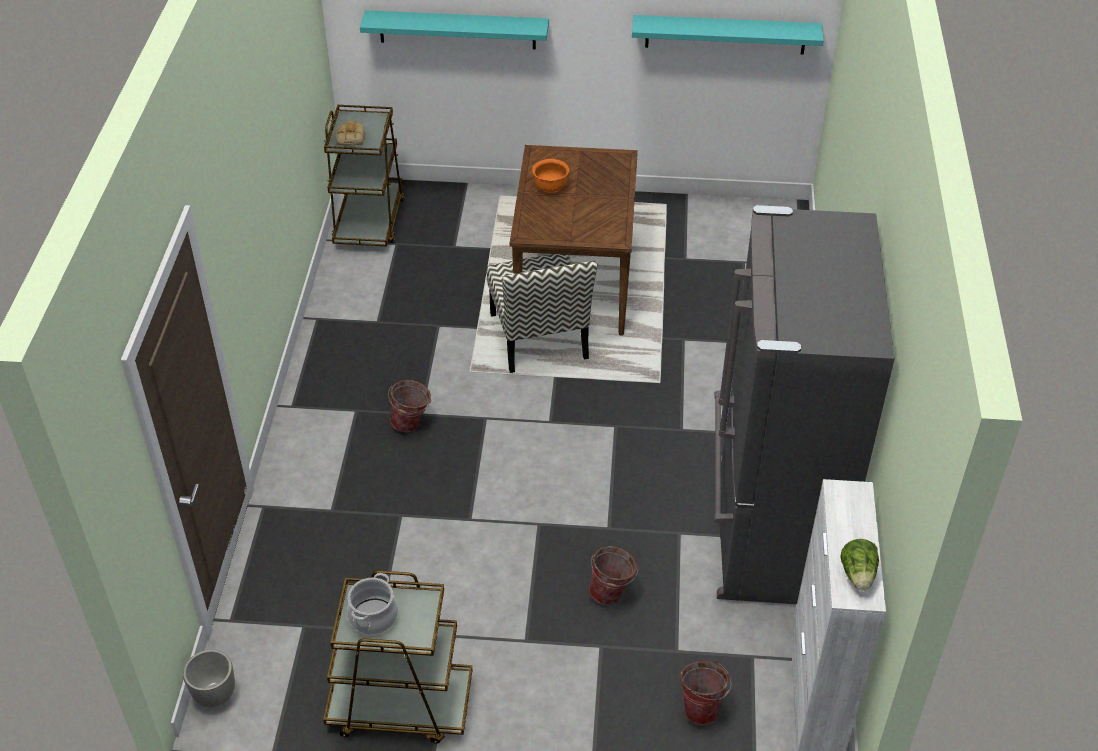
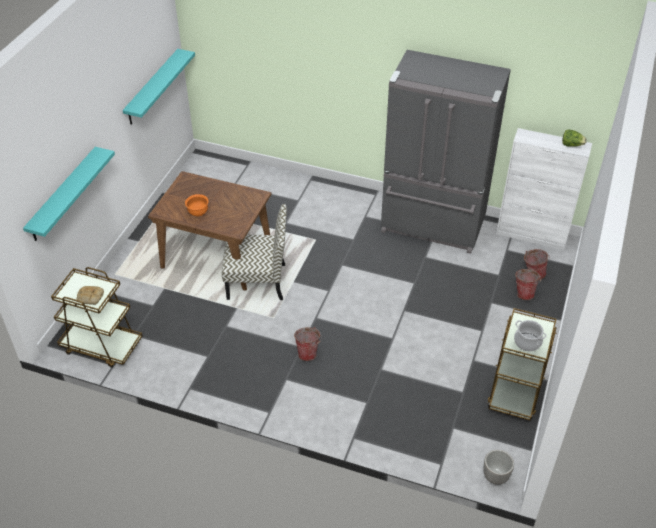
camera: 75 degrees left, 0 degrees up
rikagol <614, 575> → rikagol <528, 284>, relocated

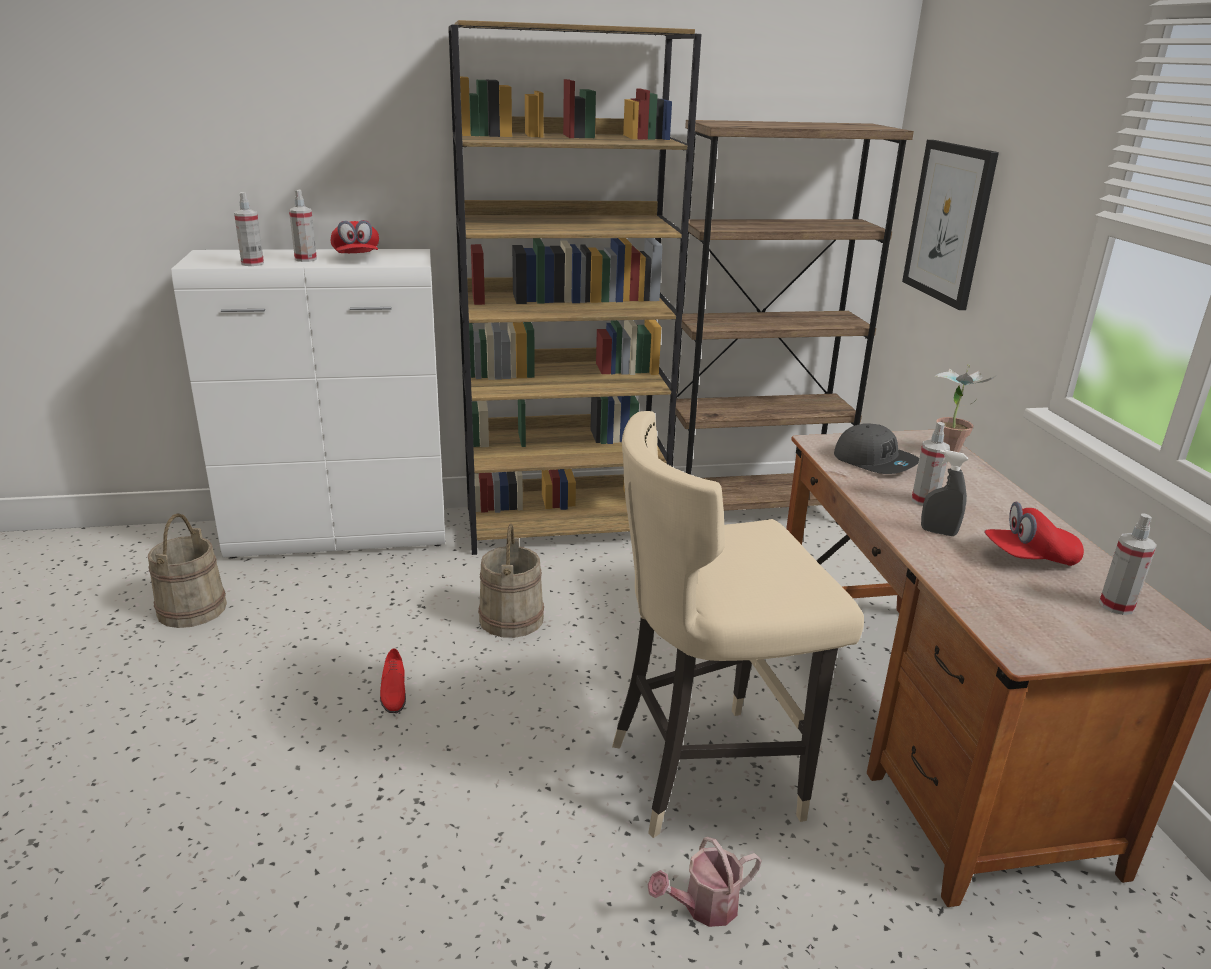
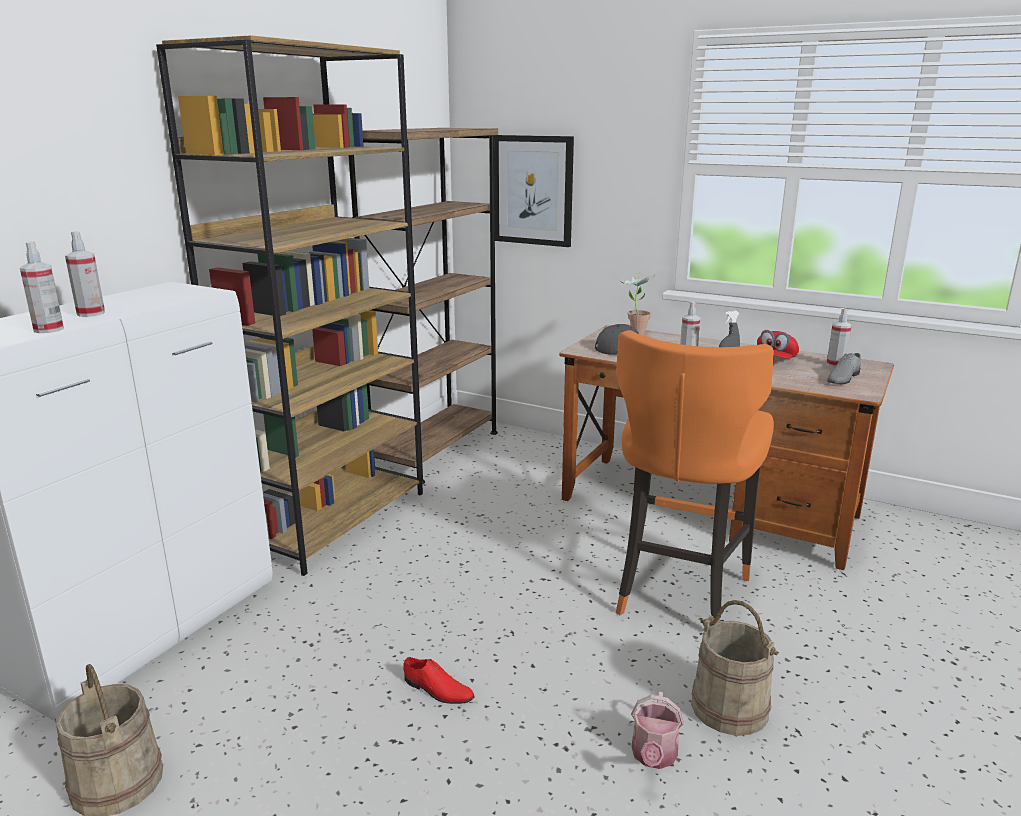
camera: 50 degrees left, 5 degrees down
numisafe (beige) <738, 624> → numisafe (orange) <695, 476>
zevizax <705, 882> → zevizax <657, 730>, relocated
rikagol (beige) <511, 581> → rikagol (beige) <735, 668>, relocated
- → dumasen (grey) <844, 368>
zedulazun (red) <355, 236> → -

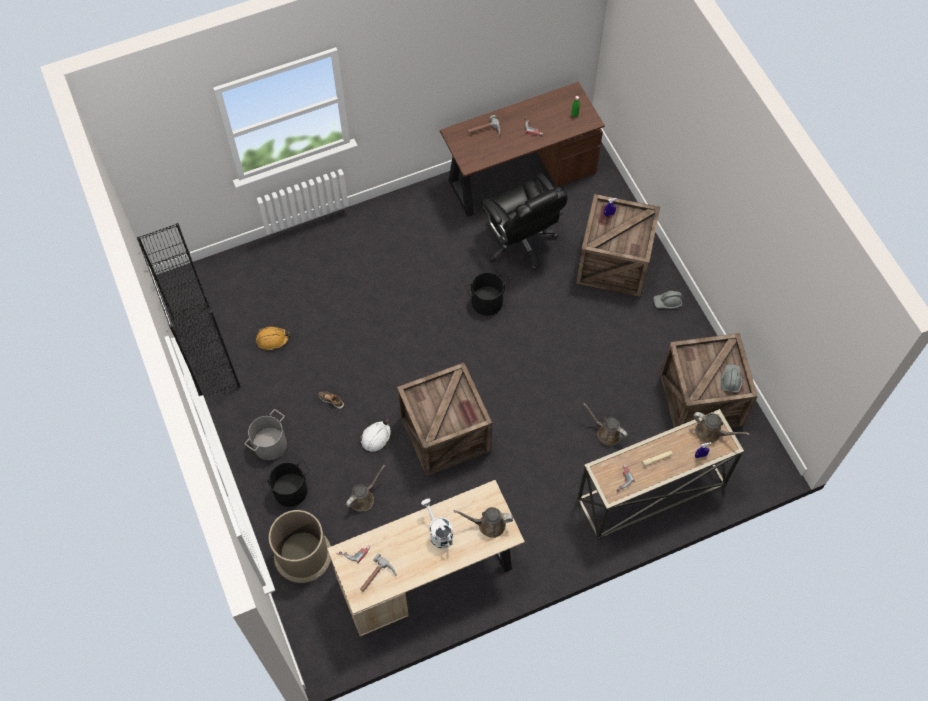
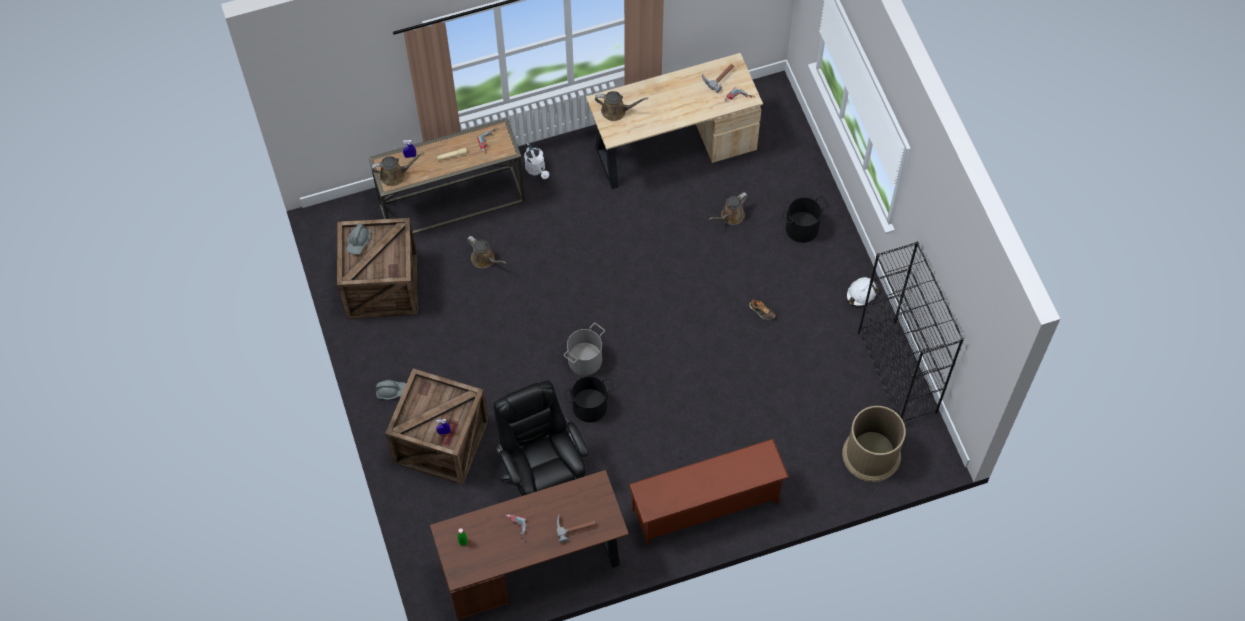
camera: 175 degrees left, 0 degrees up
zevizax (brown) <721, 427> → zevizax (brown) <397, 169>, 135 degrees clockwise
zevizax (white) <437, 523> → zevizax (white) <536, 160>, relocated
rikagol (grey) <266, 434> → rikagol (grey) <584, 349>, relocated
- → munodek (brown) <708, 492>
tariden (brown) <300, 546> → tariden (brown) <874, 444>, relocated
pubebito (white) <375, 435> → pubebito (white) <862, 292>, relocated
pubebito (orange) <273, 339> → -
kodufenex <444, 419> → -

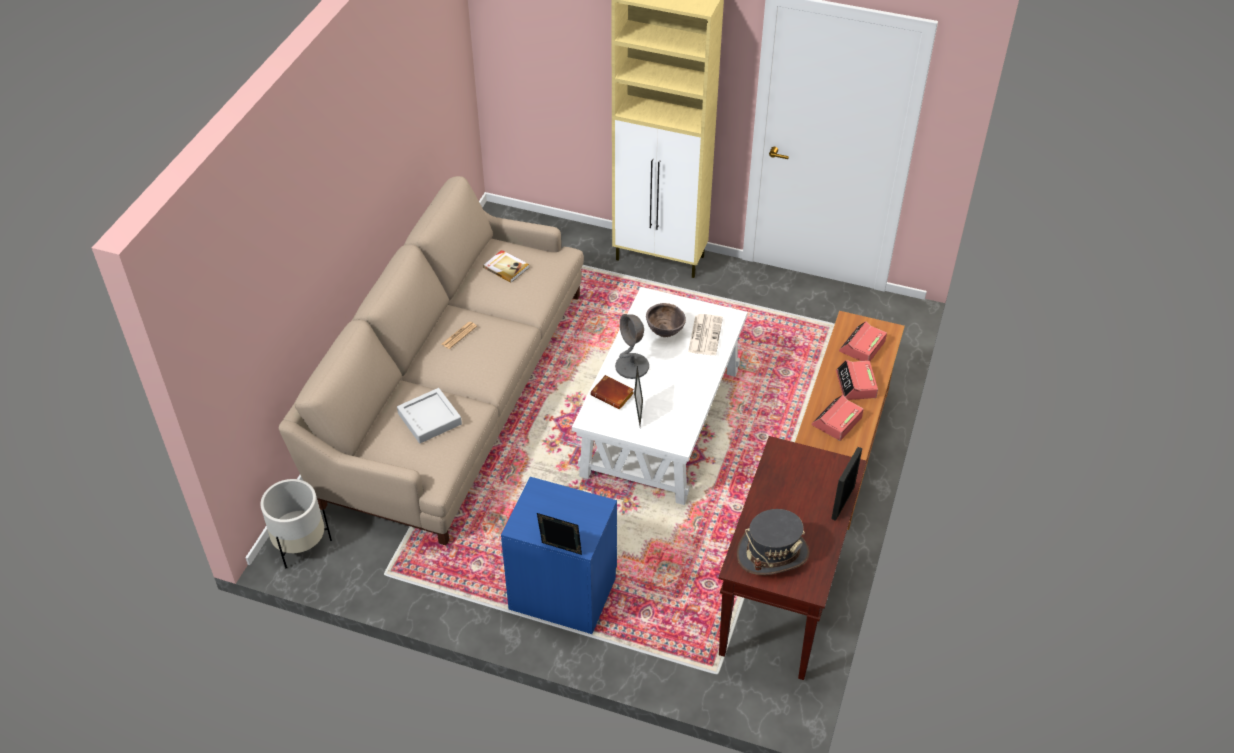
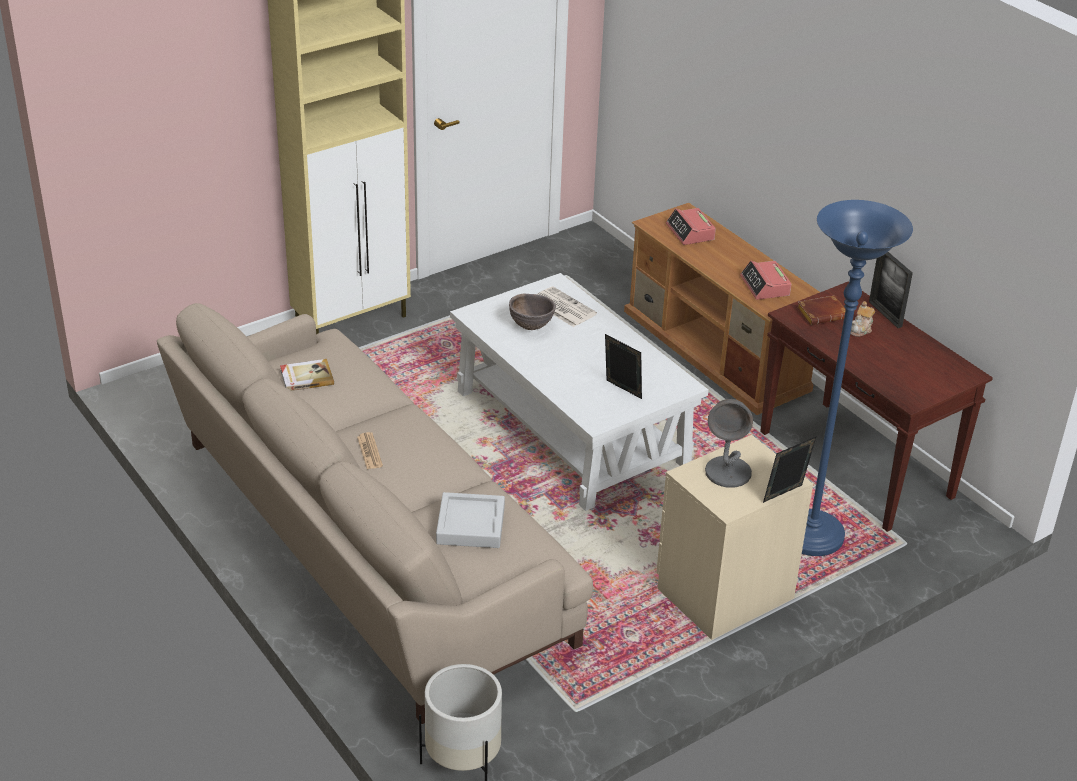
camera: 55 degrees left, 10 degrees down
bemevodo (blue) <559, 555> → bemevodo (beige) <734, 537>
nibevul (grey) <632, 346> → nibevul (grey) <729, 443>, relocated
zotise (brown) <612, 392> → zotise (brown) <821, 310>, relocated
- → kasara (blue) <857, 378>
- → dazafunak <862, 319>
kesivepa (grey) <773, 542> → -
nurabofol <857, 380> → -

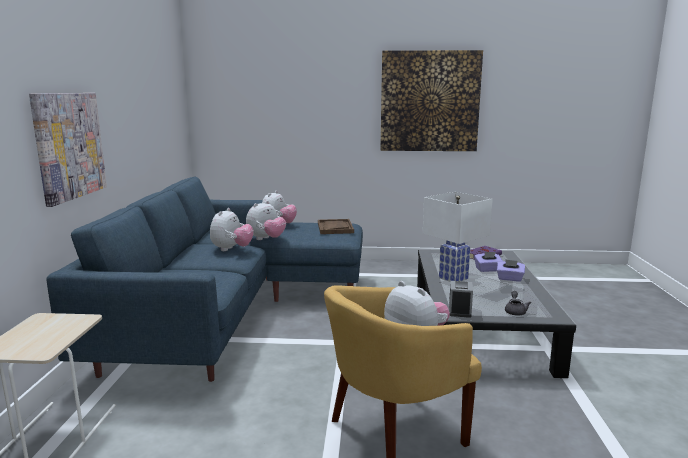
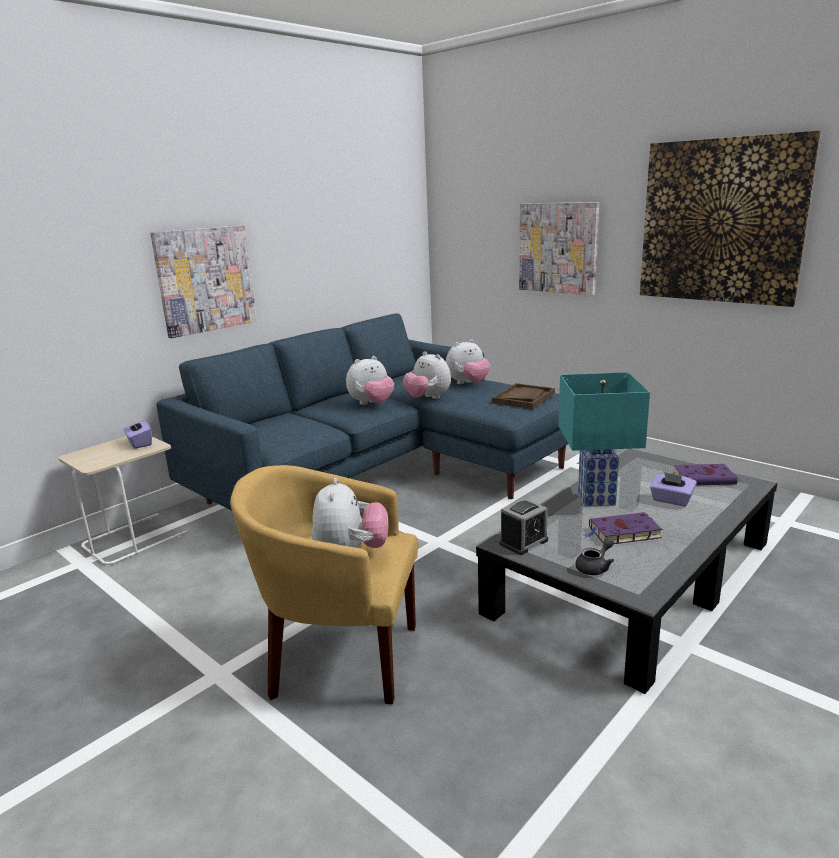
camera: 40 degrees right, 5 degrees up
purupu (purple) <511, 270> → purupu (purple) <138, 434>, relocated
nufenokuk <266, 220> → nufenokuk <427, 375>, 60 degrees clockwise
- → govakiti <559, 248>
nibevul (white) <458, 237> → nibevul (turquoise) <604, 439>
- → zotise (purple) <623, 528>

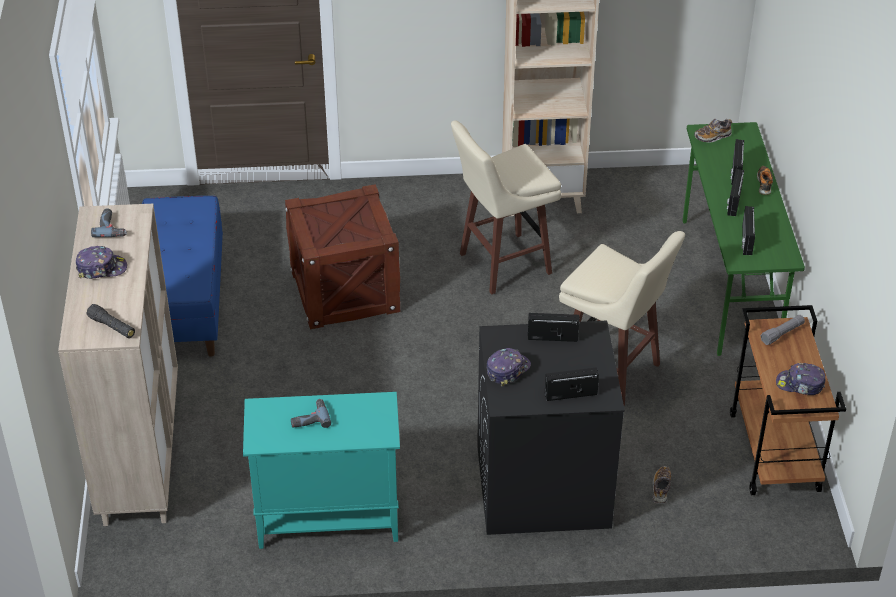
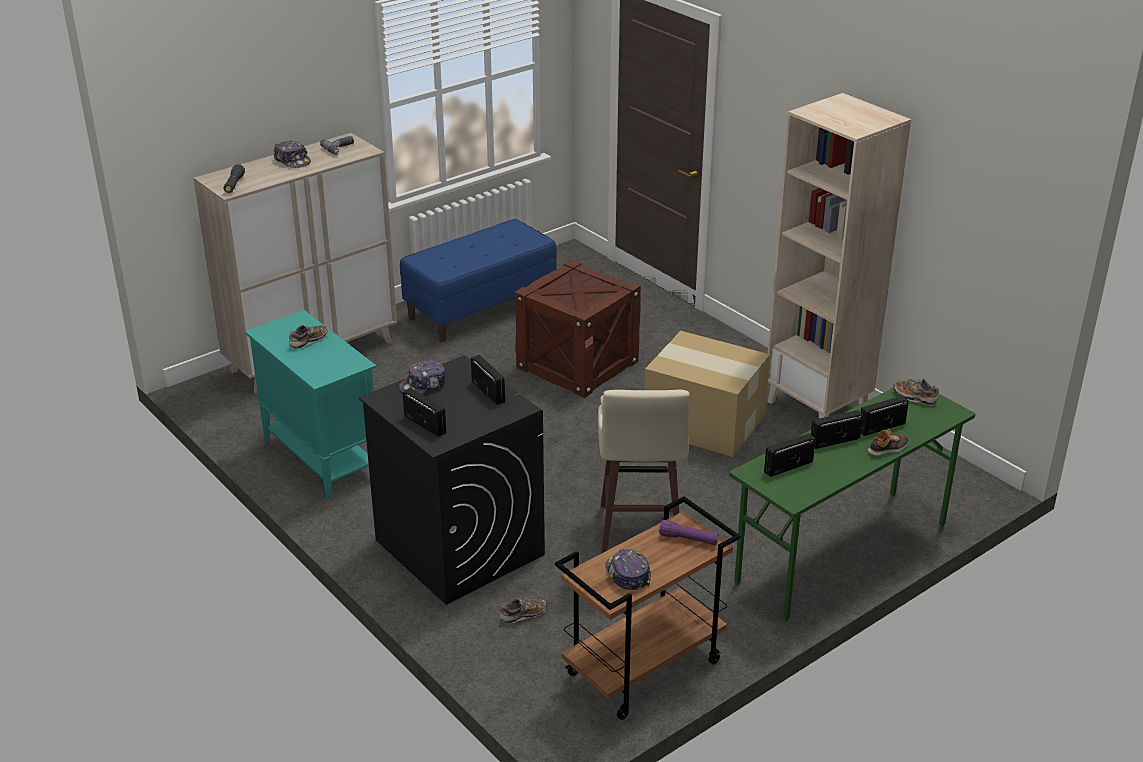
camera: 55 degrees right, 10 degrees down
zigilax <311, 413> → dumasen <308, 337>
zedulazun <509, 367> → zedulazun <422, 377>, 135 degrees clockwise
numisafe (beige) <506, 207> → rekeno <707, 394>
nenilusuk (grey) <783, 330> → nenilusuk (purple) <689, 532>

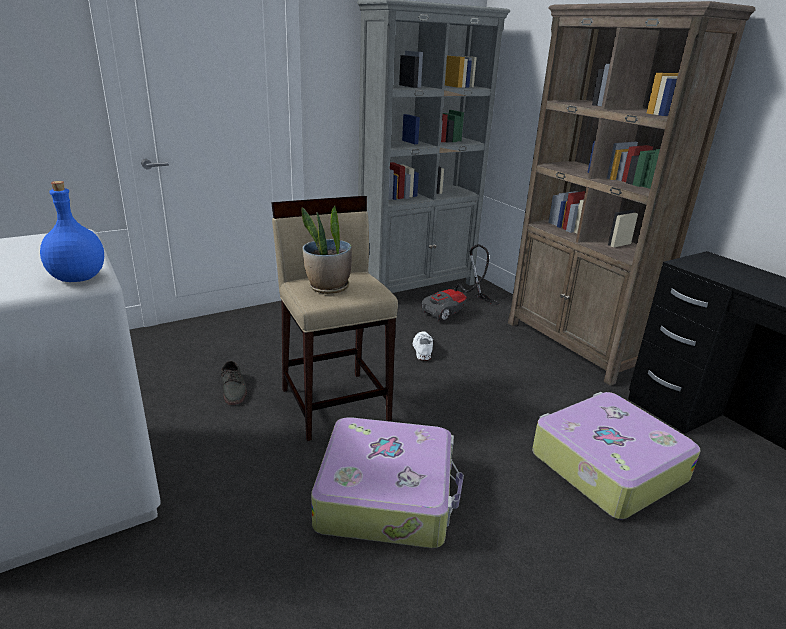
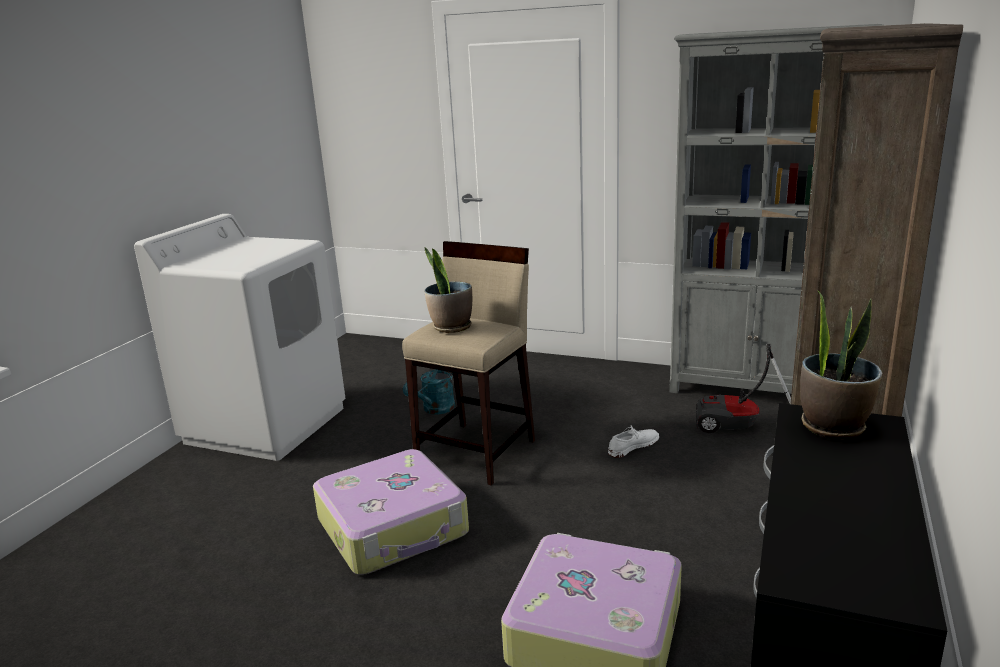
camera: 55 degrees right, 5 degrees down
dumasen (grey) <234, 383> → zevizax (turquoise) <429, 391>
- → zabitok <841, 365>
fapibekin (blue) <72, 231> → -

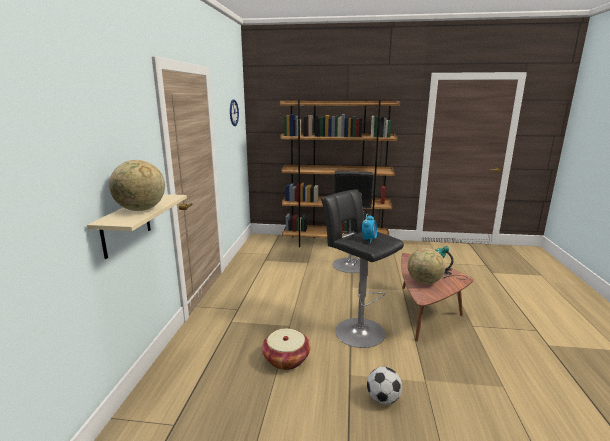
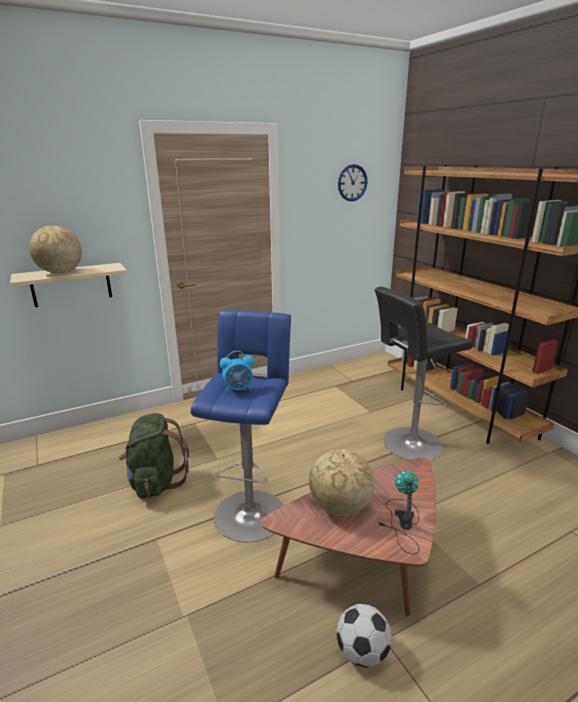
camera: 55 degrees right, 5 degrees up
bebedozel <286, 349> → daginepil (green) <154, 456>
numisafe (black) <362, 268> → numisafe (blue) <241, 426>
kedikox <384, 385> → kedikox <364, 635>, relocated

